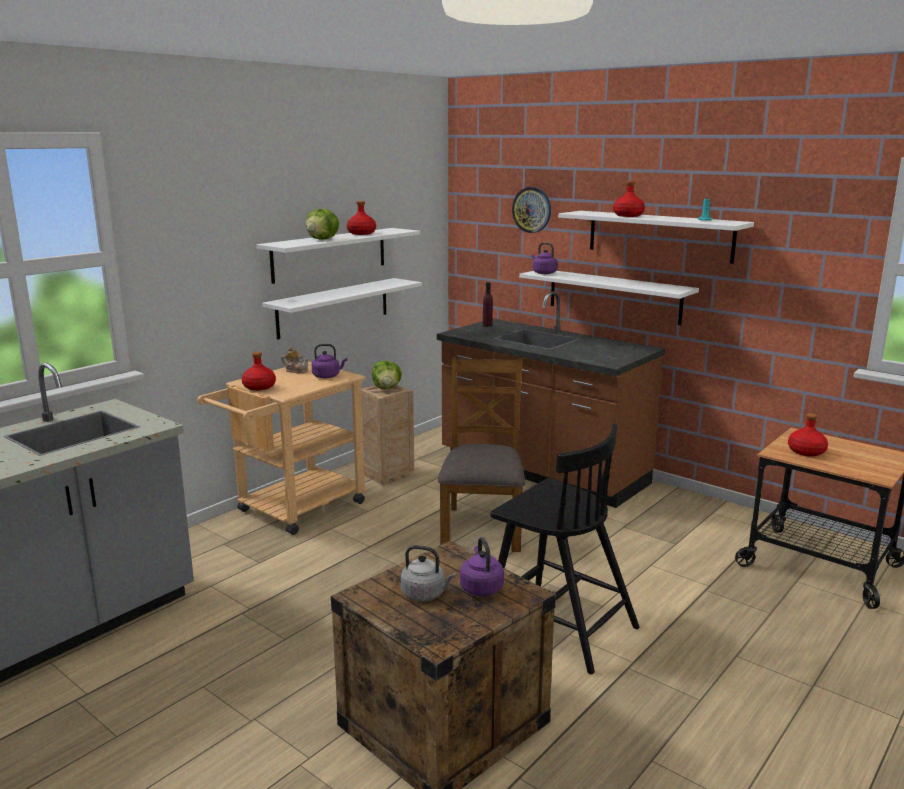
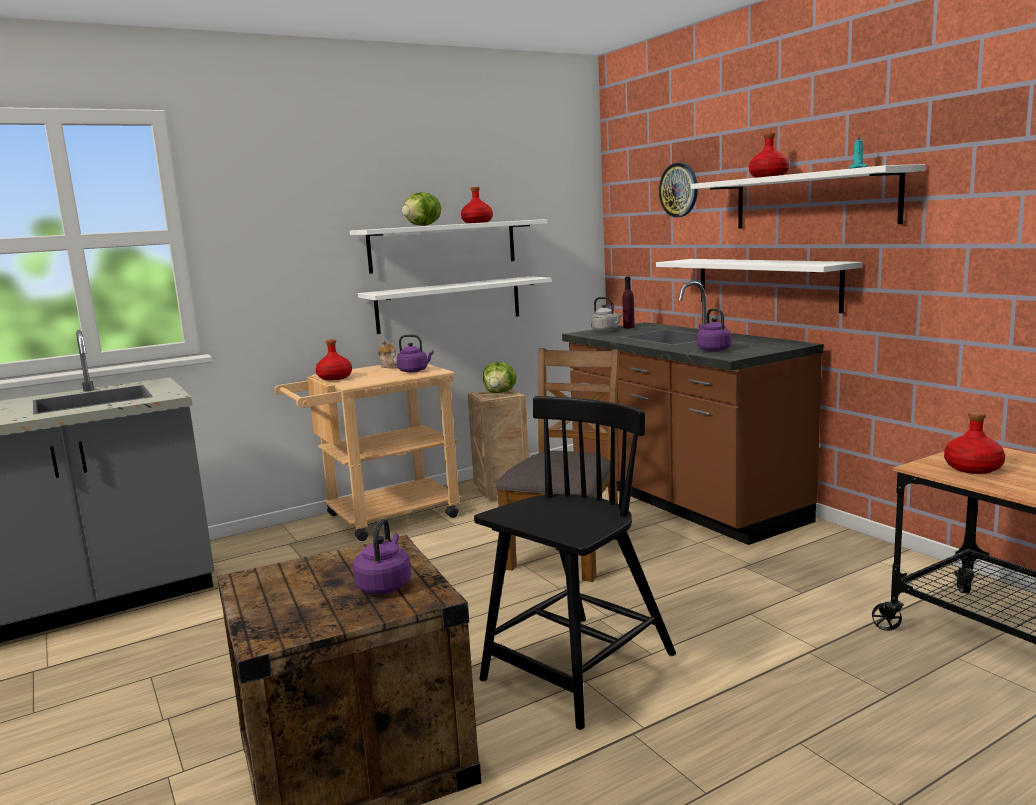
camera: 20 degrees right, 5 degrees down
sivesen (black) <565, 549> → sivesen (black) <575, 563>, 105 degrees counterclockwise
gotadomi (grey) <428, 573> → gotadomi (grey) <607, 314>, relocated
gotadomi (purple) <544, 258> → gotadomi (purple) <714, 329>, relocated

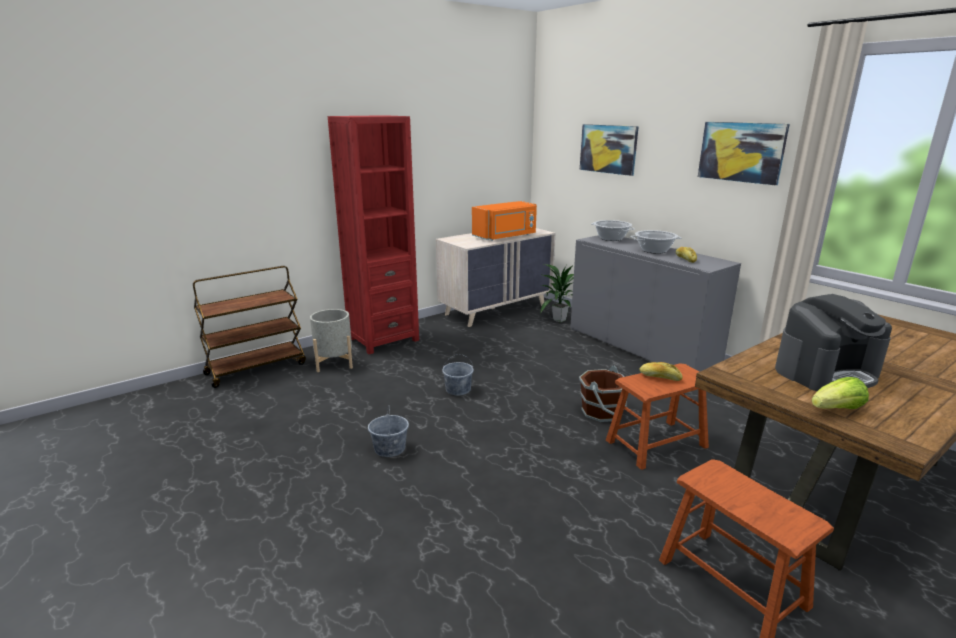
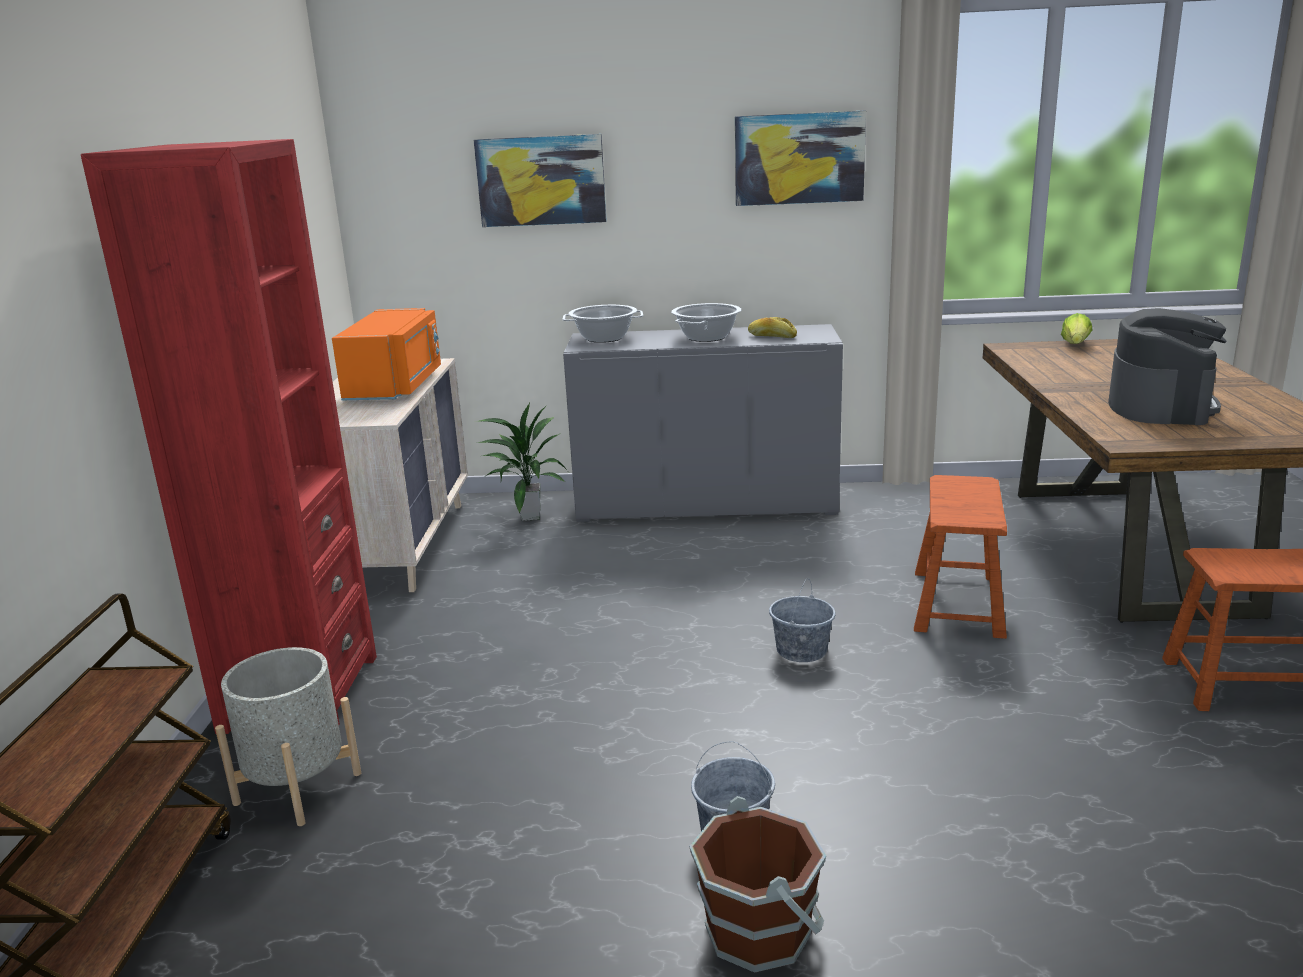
camera: 50 degrees left, 0 degrees up
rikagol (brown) <603, 394> → rikagol (brown) <757, 884>, relocated
rikagol (grey) <458, 374> → rikagol (grey) <802, 620>, relocated
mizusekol <840, 393> → mizusekol <1076, 328>, relocated
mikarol <660, 371> → -

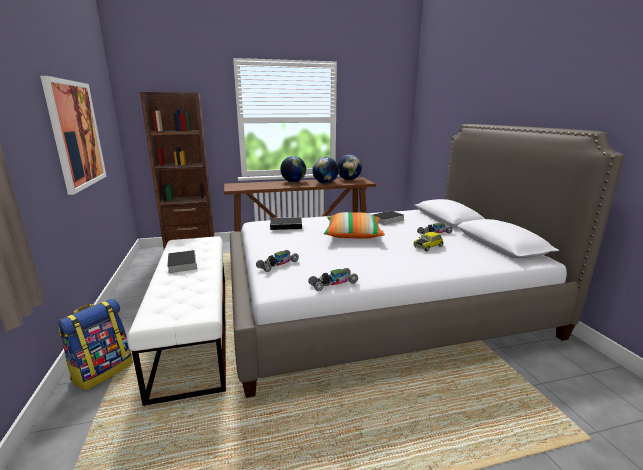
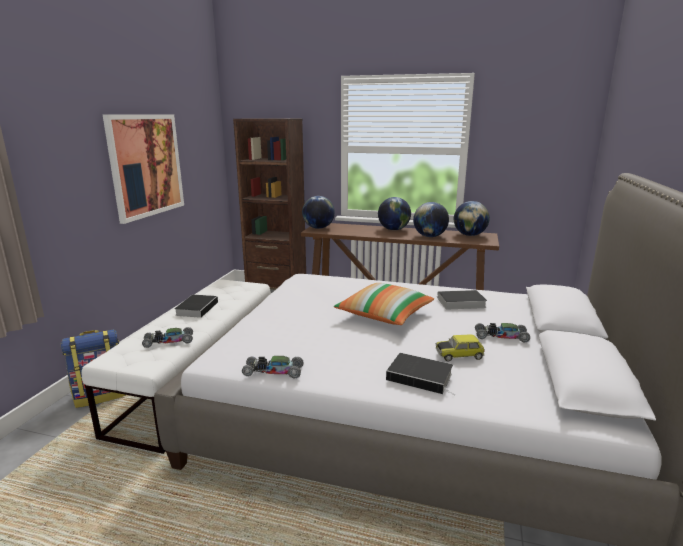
camera: 30 degrees right, 0 degrees up
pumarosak <277, 261> → pumarosak <167, 337>, relocated
- → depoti <318, 212>
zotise <288, 223> → zotise <421, 374>, relocated

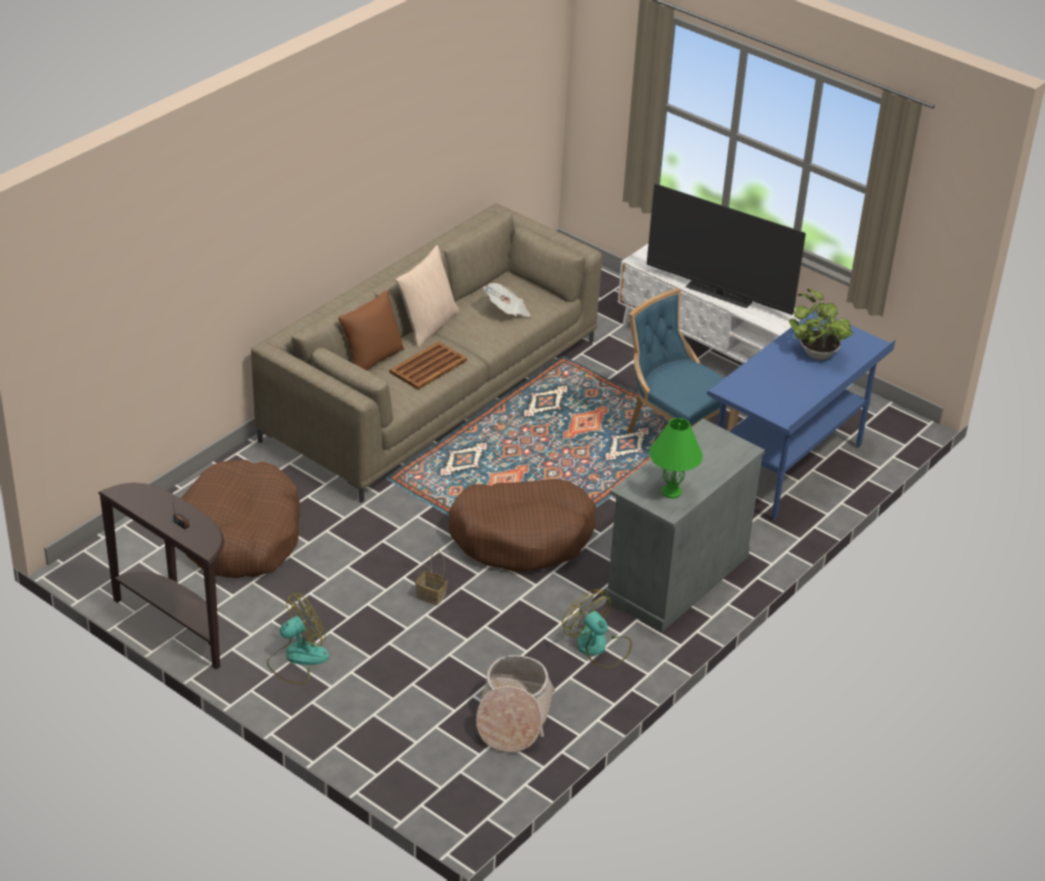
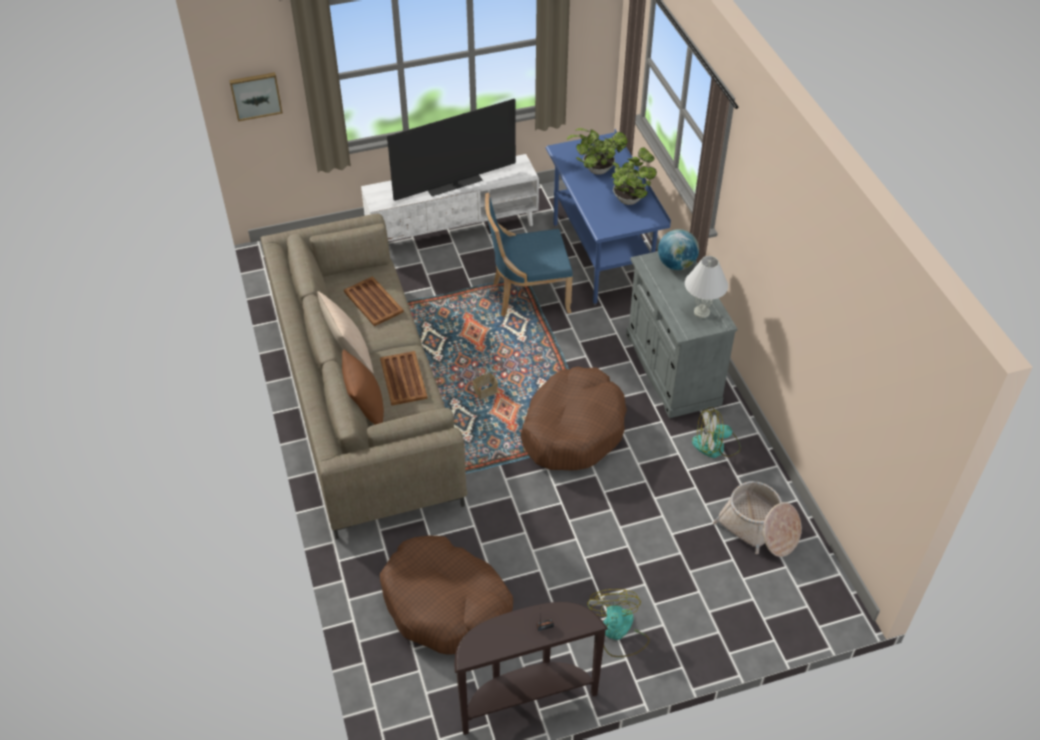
camera: 55 degrees left, 10 degrees up
- → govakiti <256, 96>
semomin <506, 300> → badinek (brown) <374, 301>
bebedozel <431, 577> → bebedozel <485, 379>, relocated
- → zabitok <634, 176>
- → depoti <678, 249>
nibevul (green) <676, 458> → nibevul (white) <706, 287>

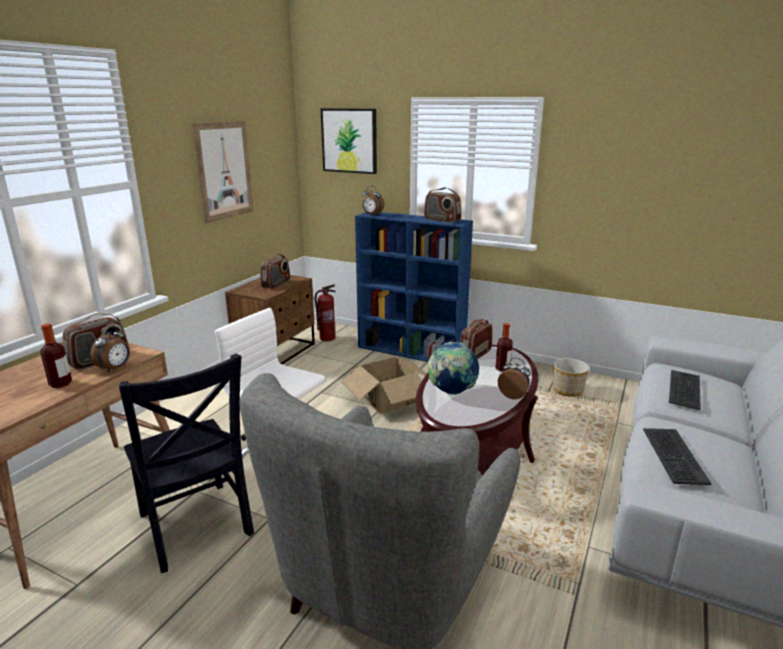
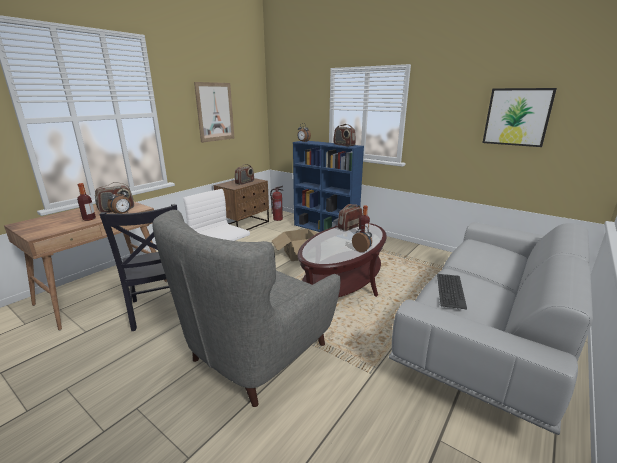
camera: 10 degrees right, 0 degrees up
govakiti <348, 141> → govakiti <520, 117>, relocated
depoti <453, 368> → -
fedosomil <571, 377> → -
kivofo <685, 390> → -

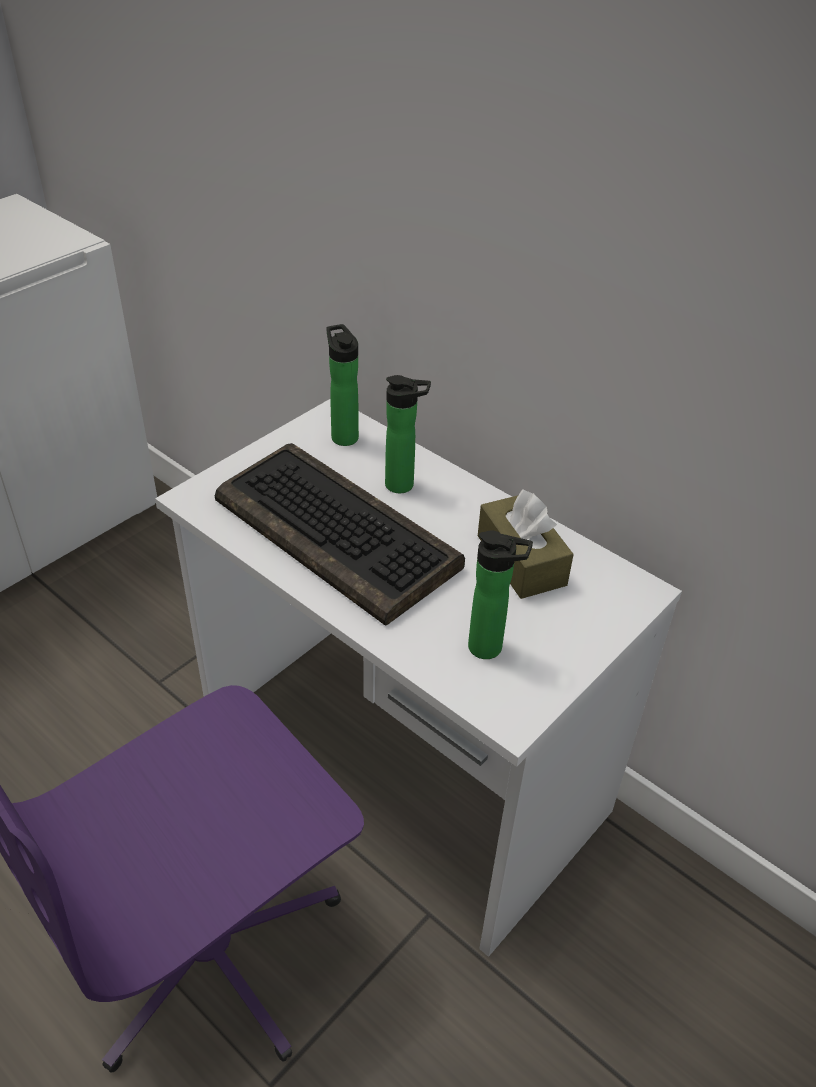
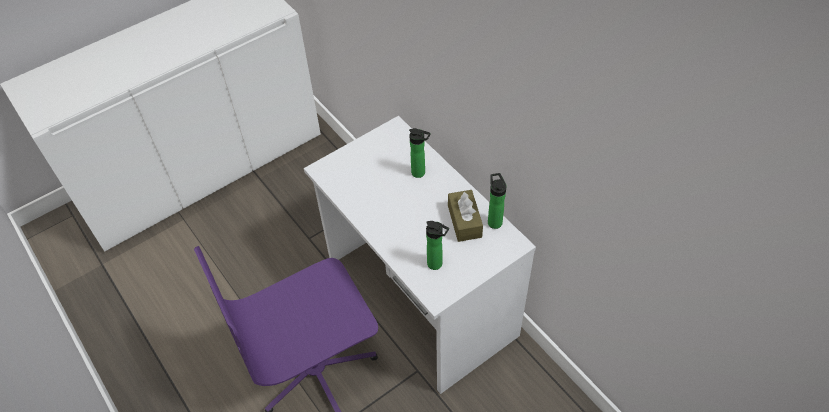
camera: 15 degrees right, 10 degrees up
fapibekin <343, 385> → fapibekin <497, 201>, relocated
kivofo <340, 534> → -

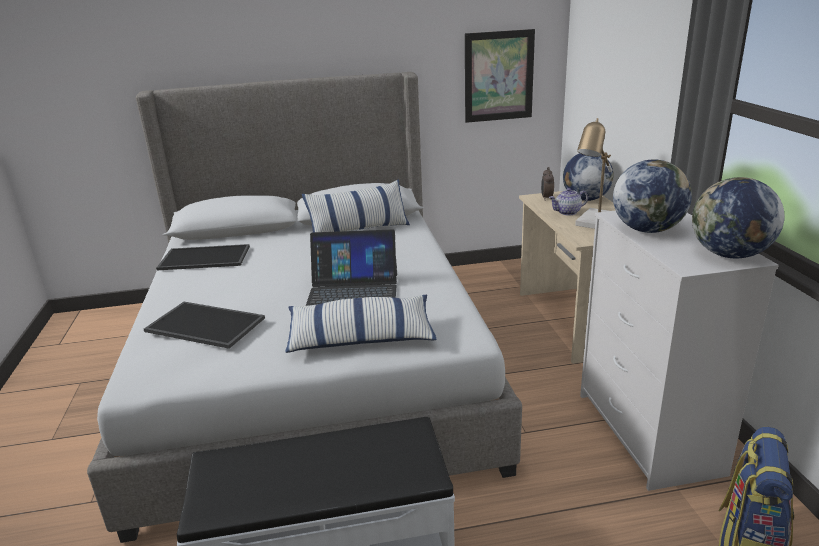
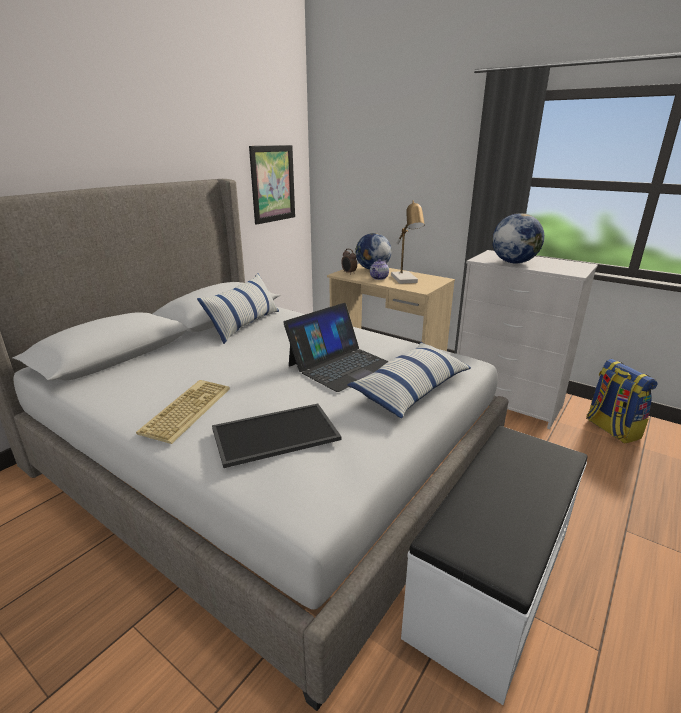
camera: 45 degrees left, 0 degrees up
- → kivofo <183, 412>
badinek <203, 257> → -
depoti <738, 217> → -

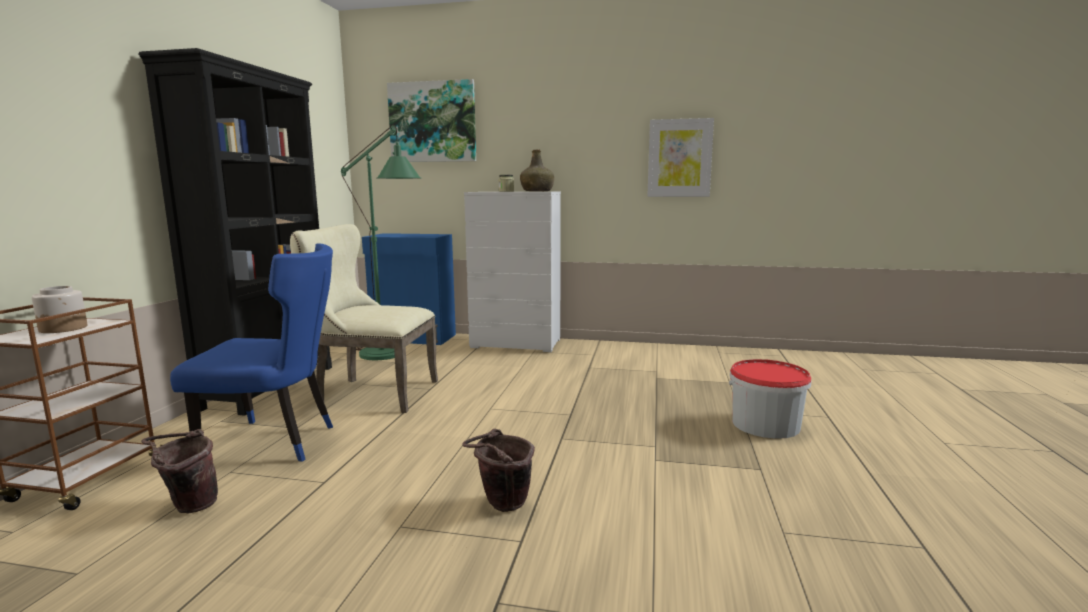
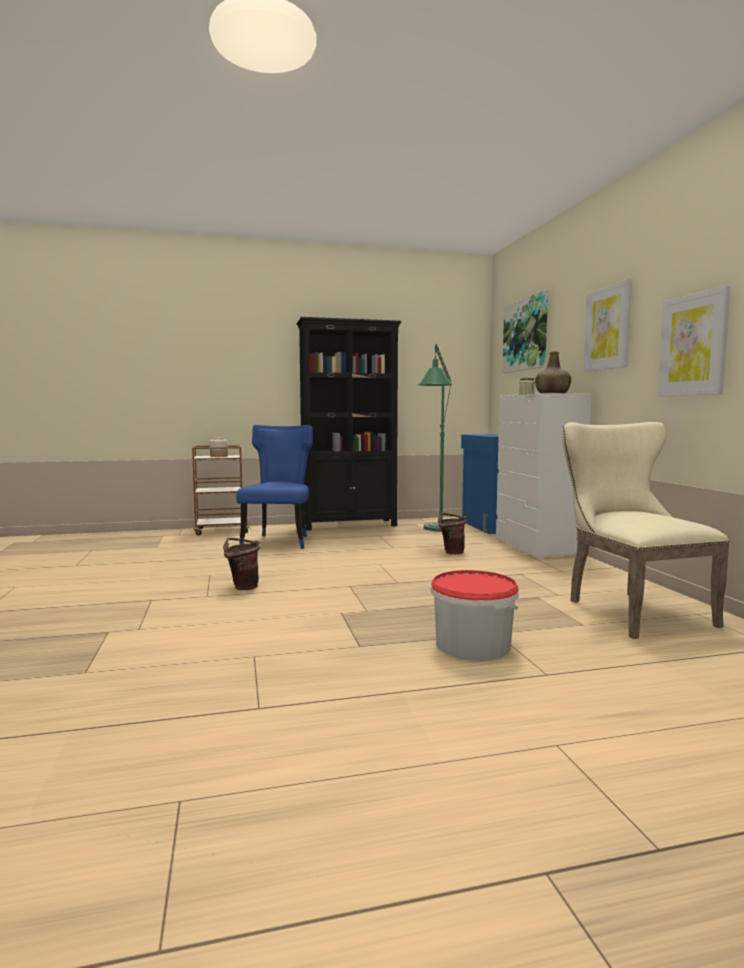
camera: 65 degrees right, 5 degrees down
sivesen (blue) <251, 352> → sivesen (blue) <274, 487>, 150 degrees counterclockwise
rikagol (brown) <179, 471> → rikagol (brown) <452, 534>, relocated
sivesen (beige) <364, 318> → sivesen (beige) <646, 530>, relocated
- → govakiti <608, 325>

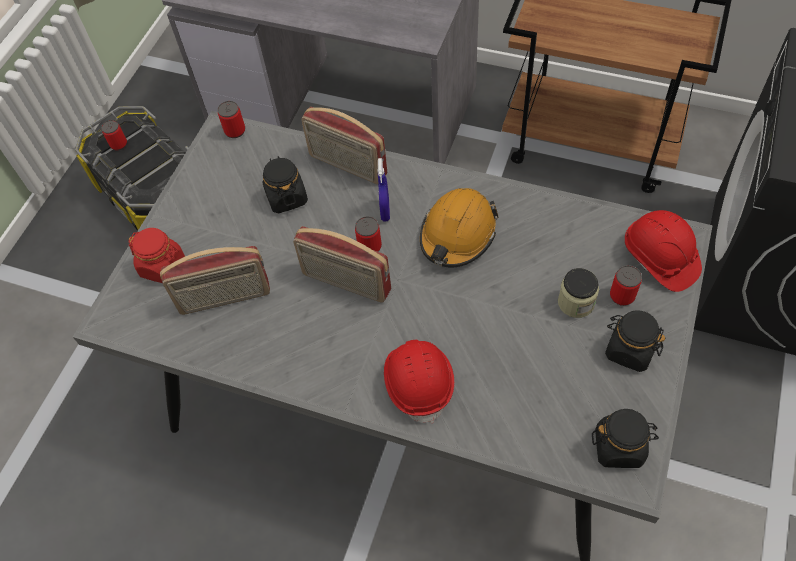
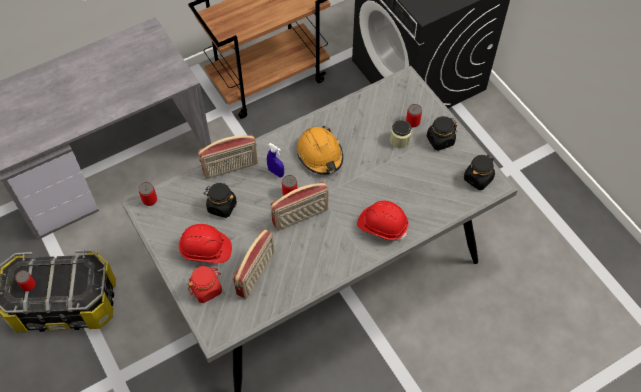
camera: 55 degrees left, 0 degrees up
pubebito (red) <663, 251> → pubebito (red) <205, 243>, relocated

